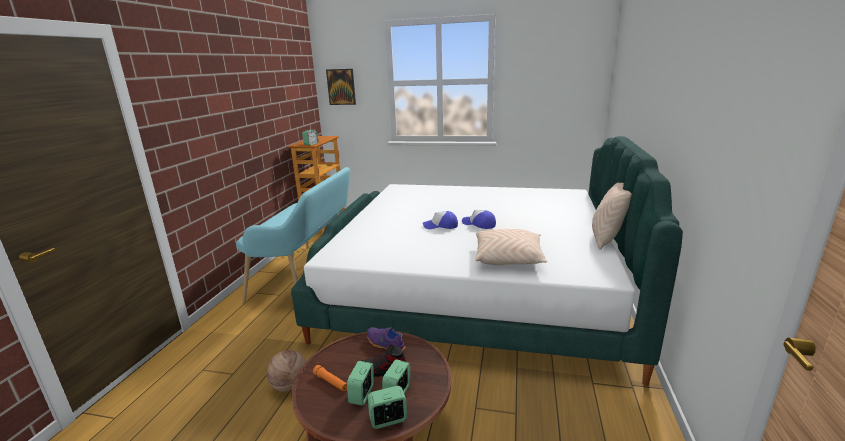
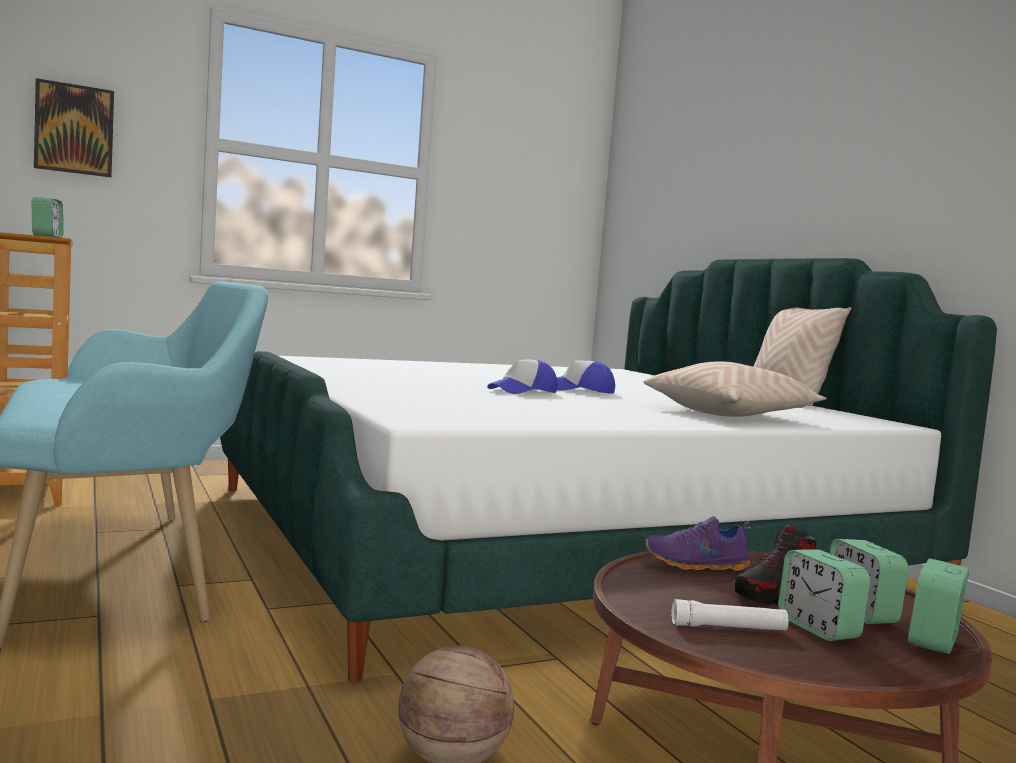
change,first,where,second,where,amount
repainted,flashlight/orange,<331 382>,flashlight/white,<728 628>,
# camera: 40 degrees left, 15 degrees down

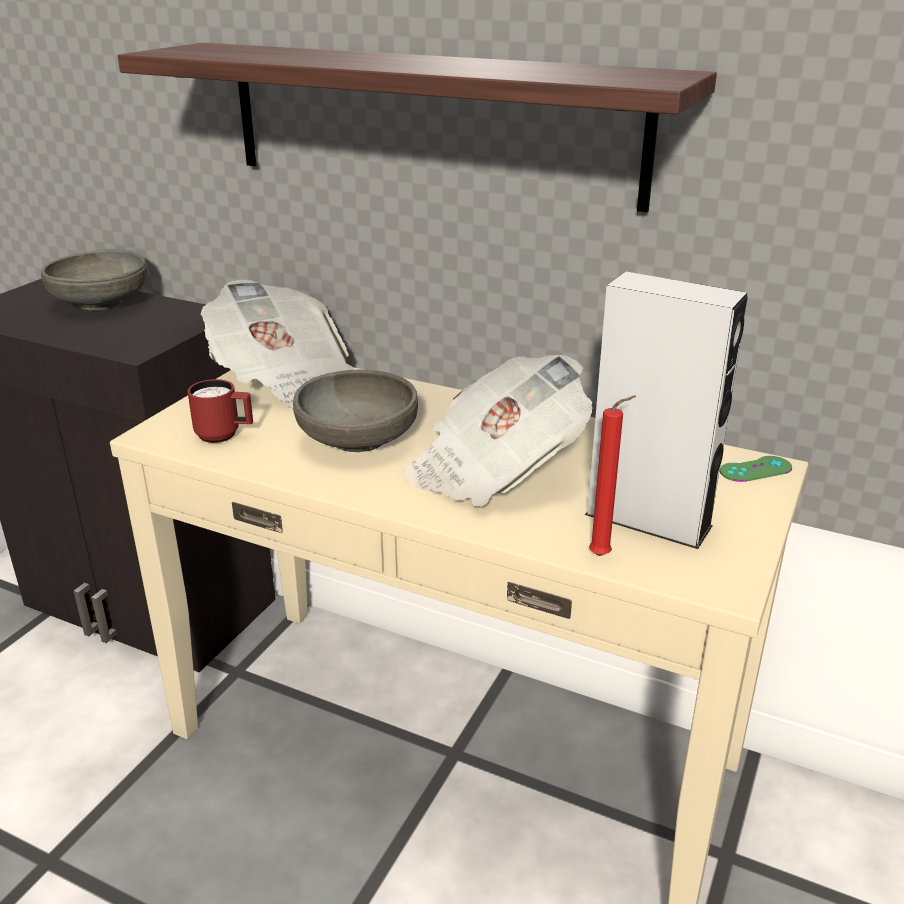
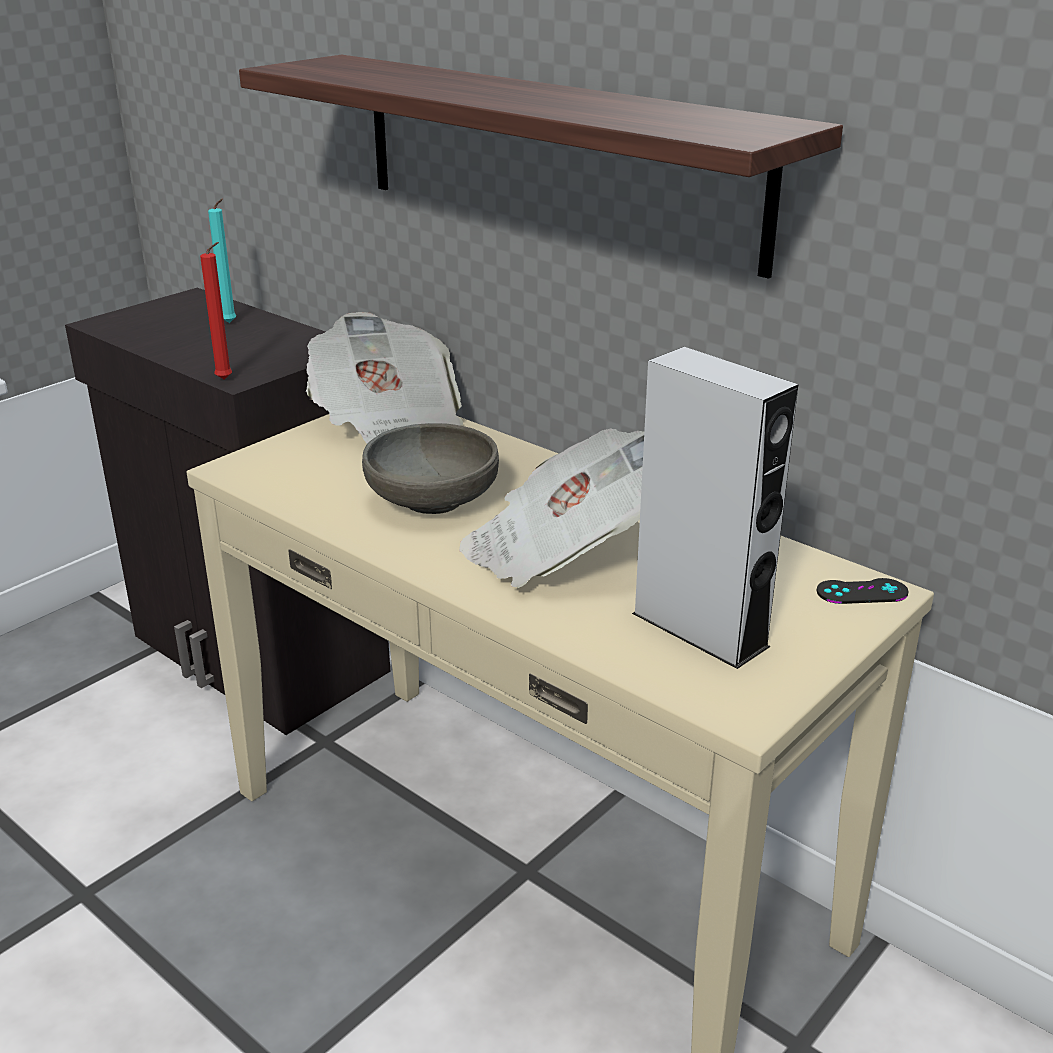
change,first,where,second,where,amount
gone,mug/red,<225 435>,,,
shifted,candle/red,<603 556>,,<226 380>,
swapped,bowl/grey,<101 303>,candle/turquoise,<230 323>,
repainted,game controller/green,<755 469>,game controller/black,<862 592>,
# camera: 15 degrees right, 0 degrees up

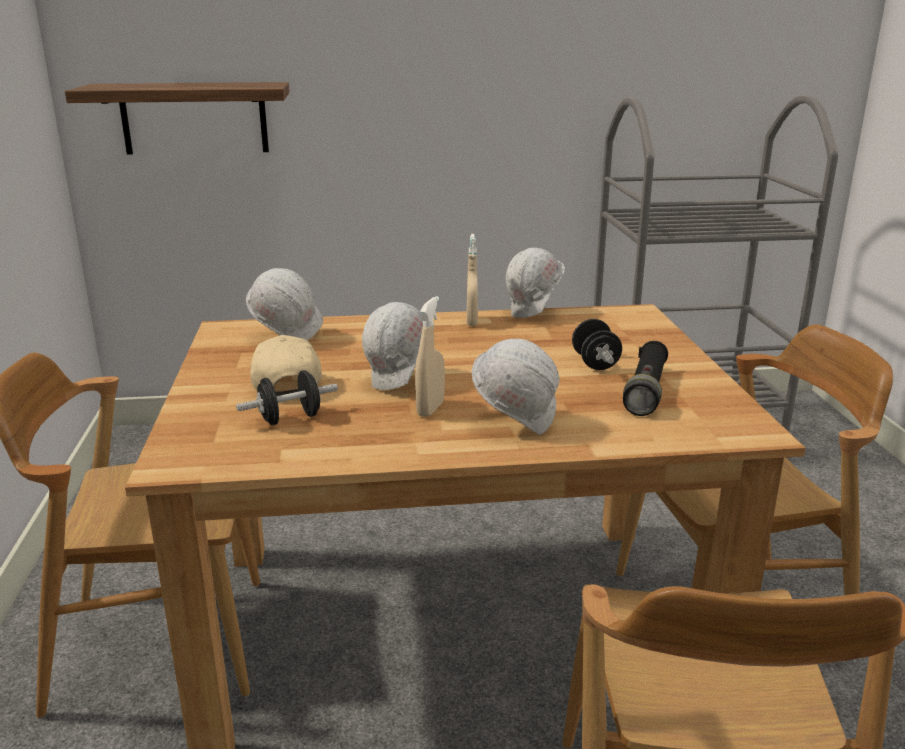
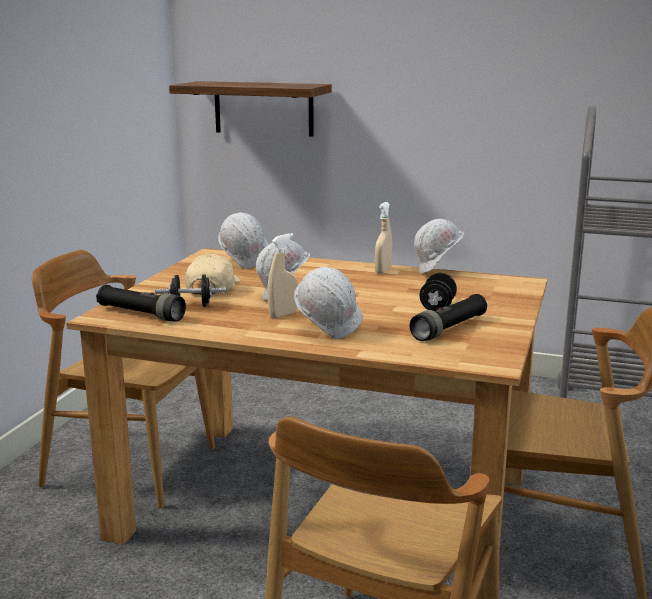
change,first,where,second,where,amount
new,,,flashlight/black,<141 314>,
# camera: 25 degrees right, 5 degrees down

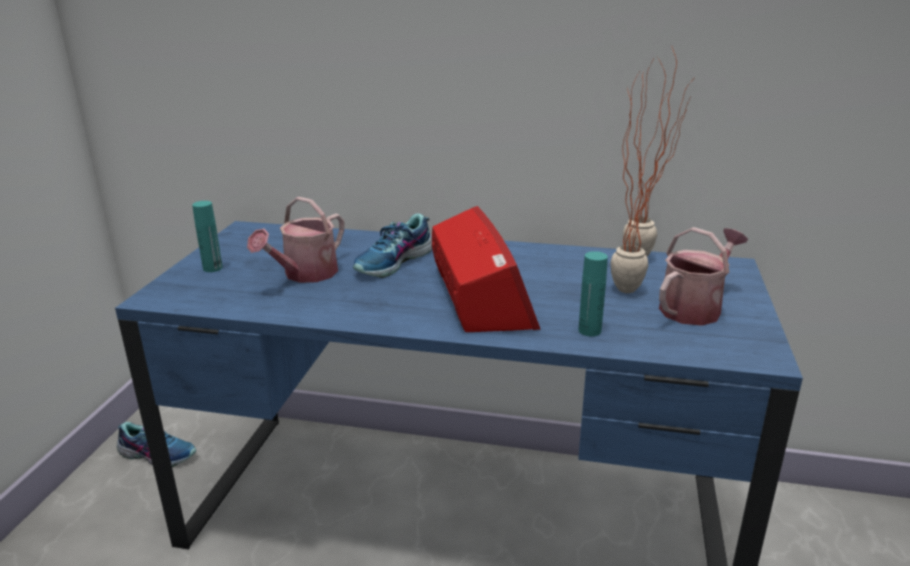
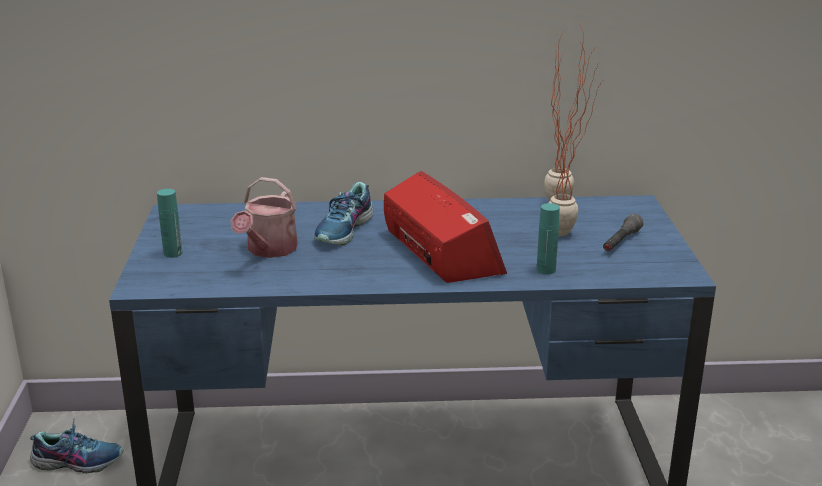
change,first,where,second,where,amount
swapped,watering can,<695 307>,flashlight/grey,<620 242>,
# camera: 15 degrees left, 0 degrees up

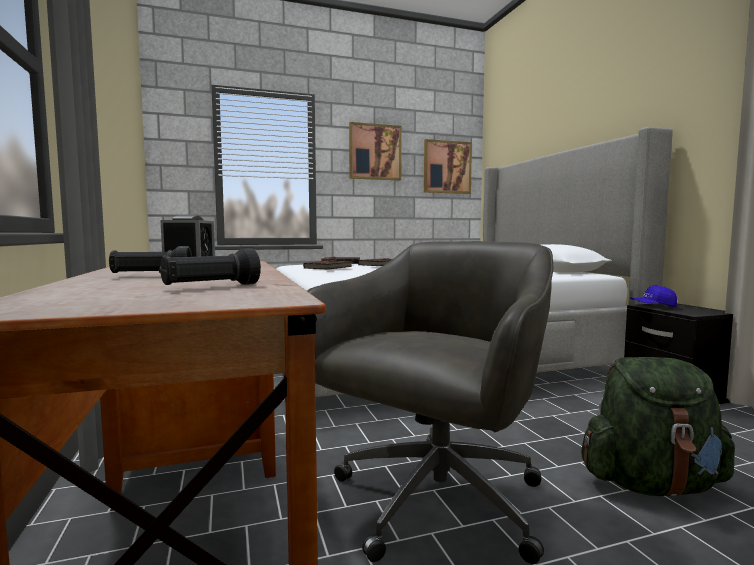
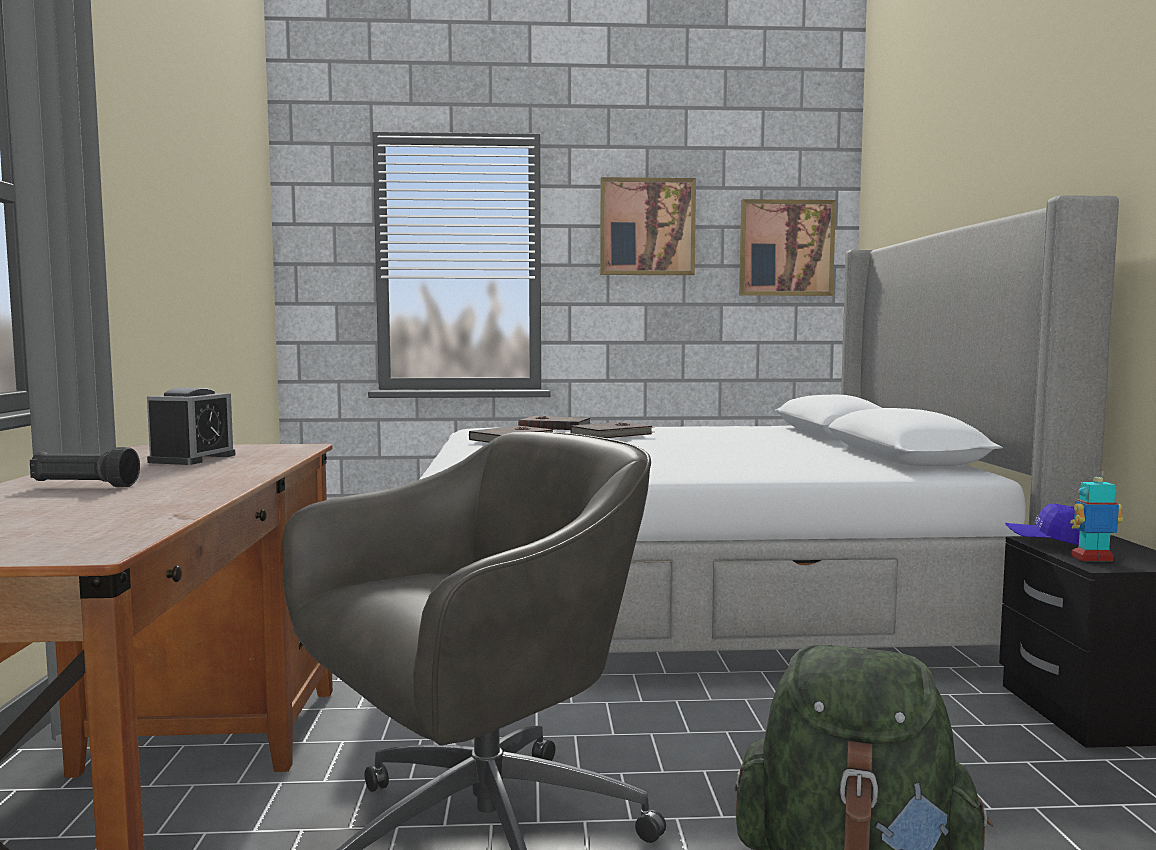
change,first,where,second,where,amount
gone,flashlight/black,<211 287>,,,
new,,,toy robot,<1092 559>,
# camera: 15 degrees right, 0 degrees up

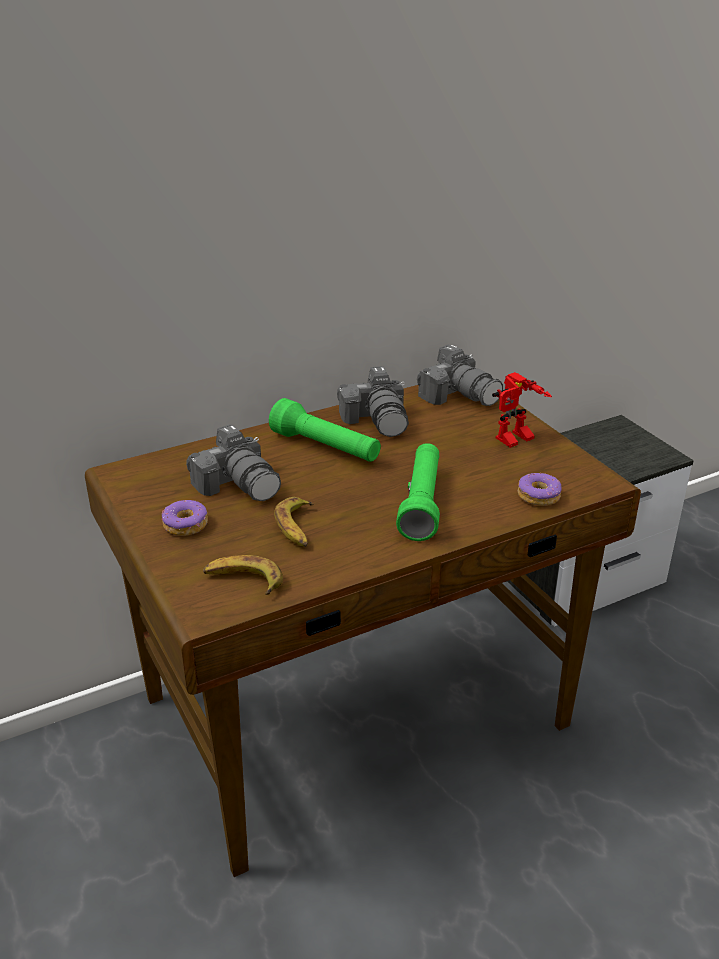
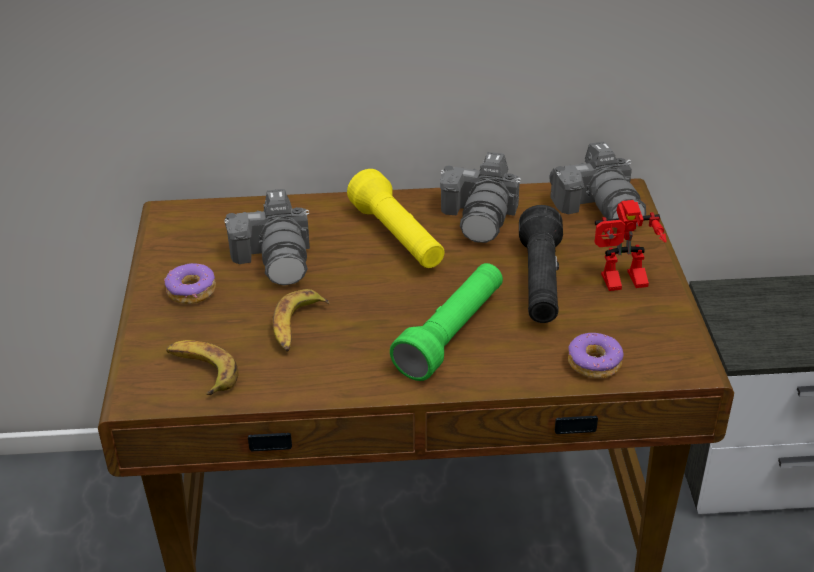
change,first,where,second,where,amount
new,,,flashlight/black,<540 283>,
repainted,flashlight/green,<325 448>,flashlight/yellow,<398 237>,
# camera: 25 degrees right, 5 degrees up

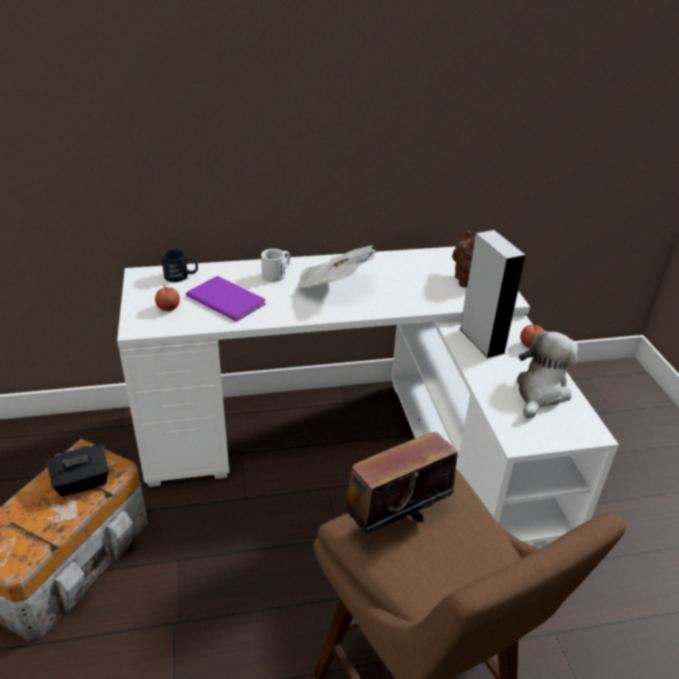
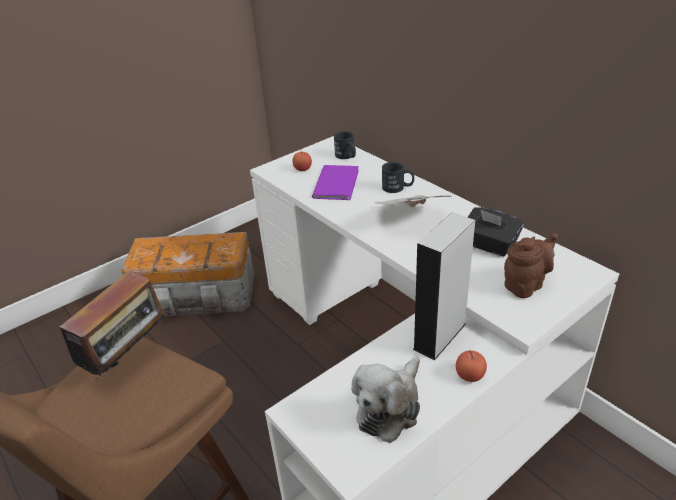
change,first,where,second,where,amount
shifted,tissue box/black,<82 483>,,<489 245>,
repainted,mug/white,<277 274>,mug/black,<398 188>,
rotated,radio,<394 520>,,<130 357>,90 degrees clockwise
rotated,plush toy,<540 392>,,<389 407>,120 degrees clockwise
# camera: 65 degrees right, 0 degrees up

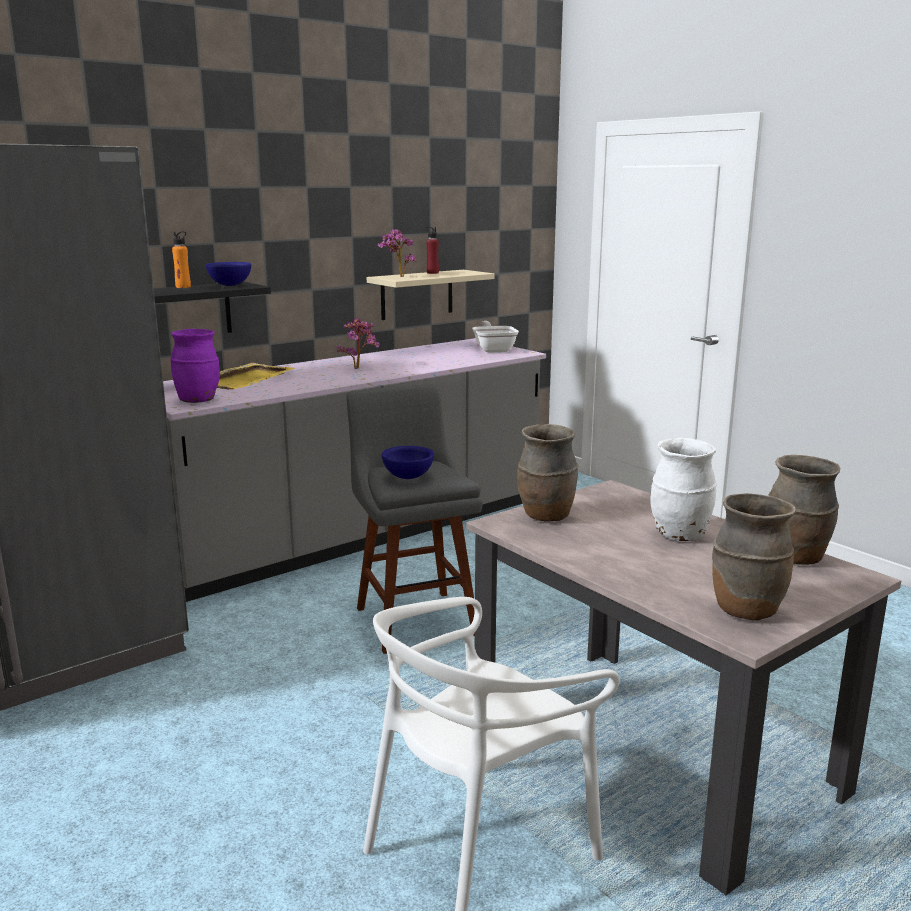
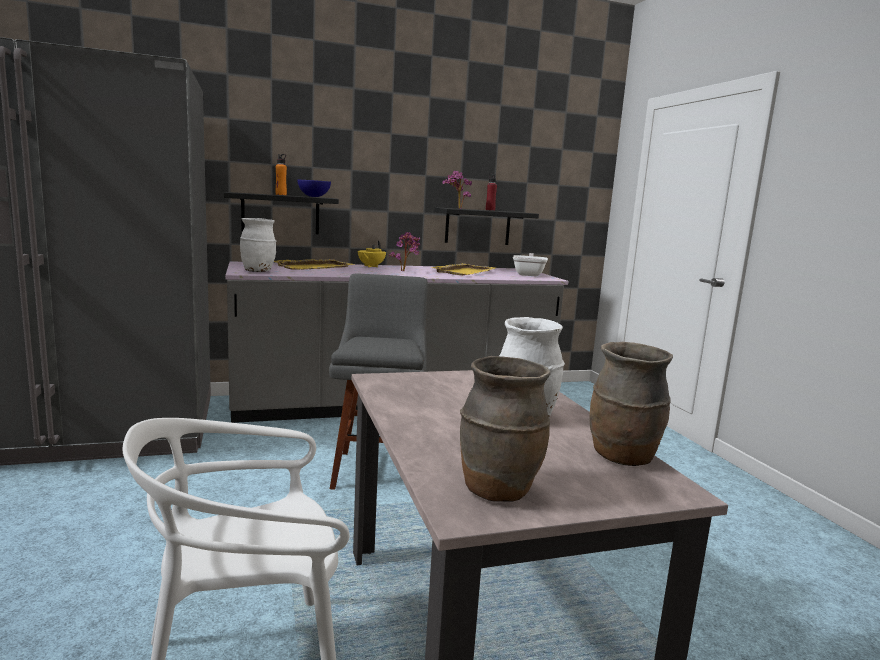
change,first,where,second,where,amount
gone,bowl/blue,<408 477>,,,
gone,vase/brown,<546 516>,,,
new,,,teapot/yellow,<370 266>,
new,,,tray/yellow,<465 272>,
repainted,vase/purple,<198 400>,vase/white,<258 271>,
repainted,shelf/beige,<417 294>,shelf/black,<477 226>,
# camera: 20 degrees right, 5 degrees down

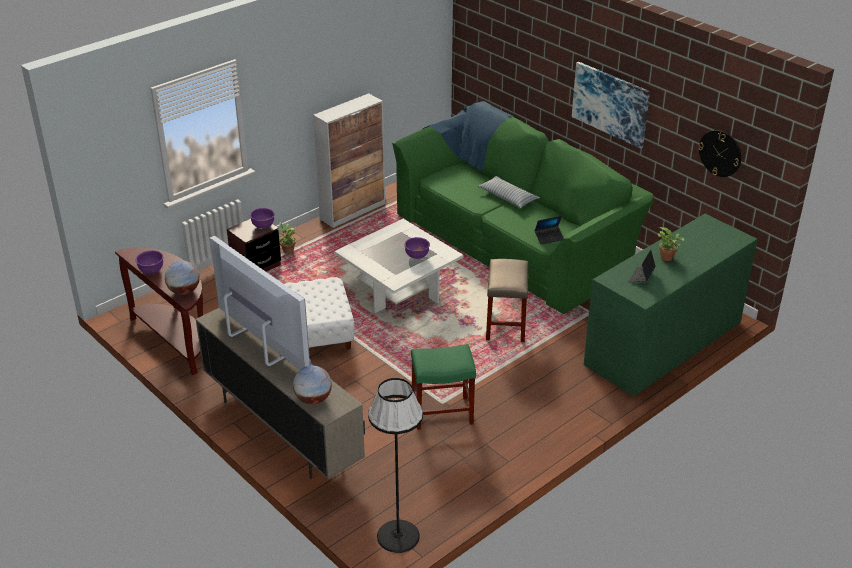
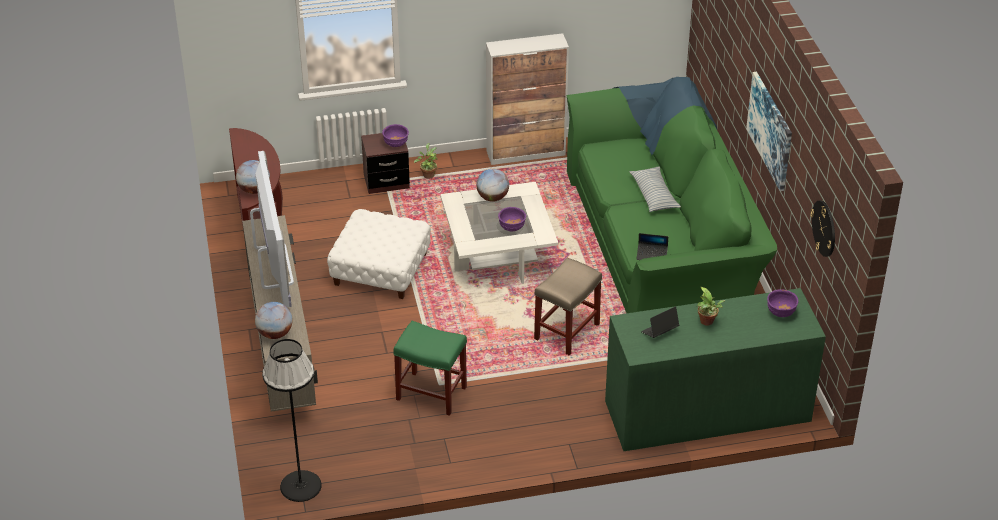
change,first,where,second,where,amount
new,,,globe,<492 197>,
shifted,bowl/purple,<151 271>,,<780 313>,
# camera: 30 degrees right, 5 degrees up

